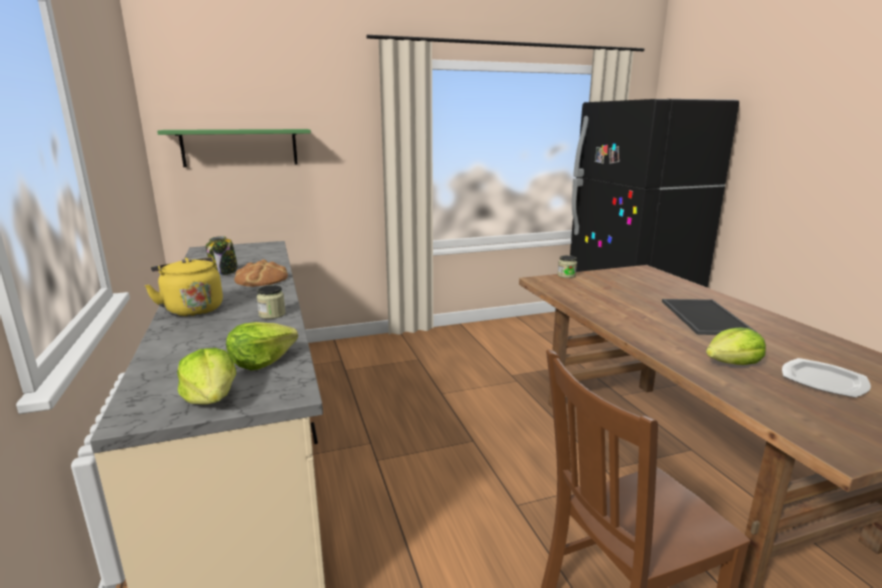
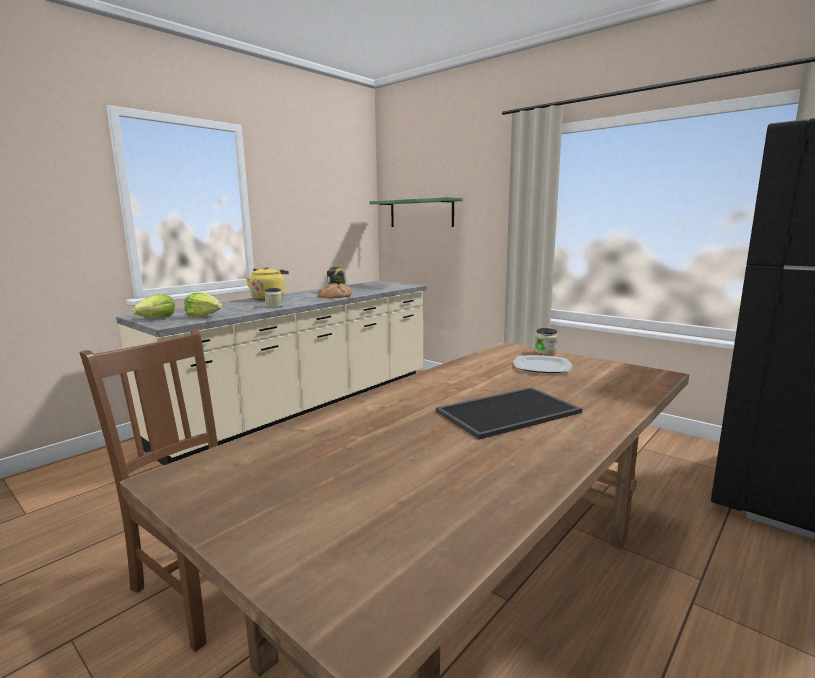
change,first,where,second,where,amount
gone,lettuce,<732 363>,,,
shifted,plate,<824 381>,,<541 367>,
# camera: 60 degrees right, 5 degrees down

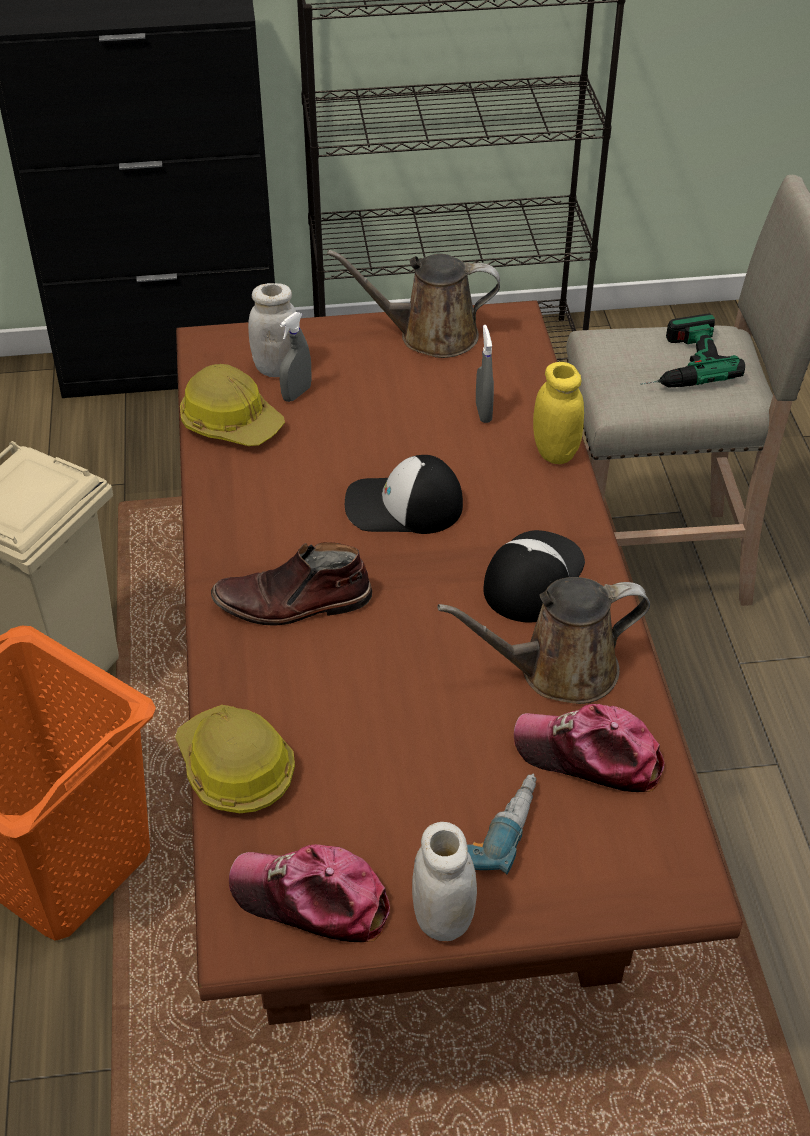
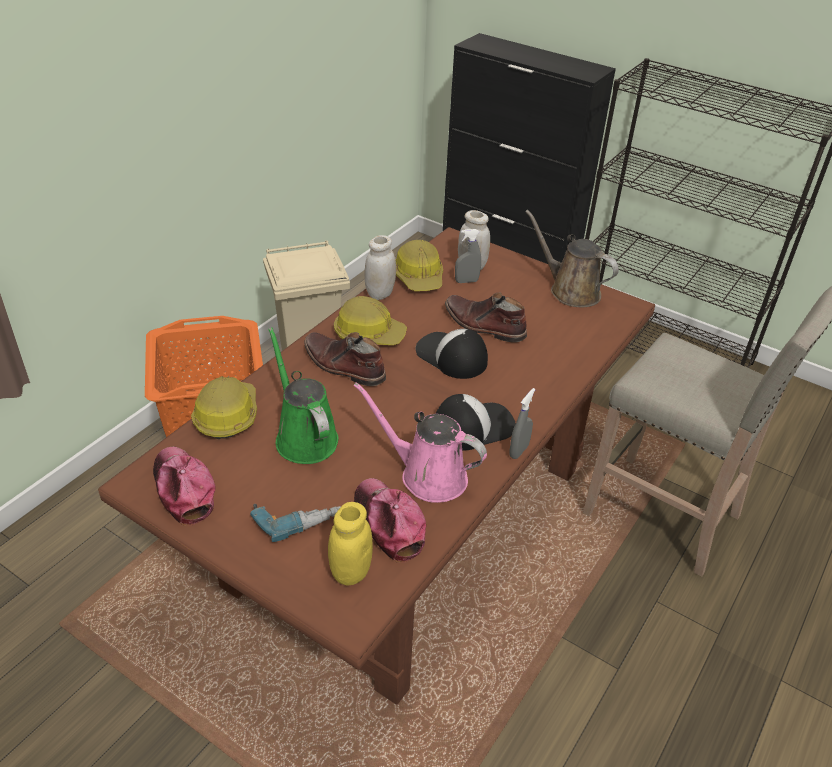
change,first,where,second,where,amount
gone,power drill,<677 363>,,,
new,,,watering can/green,<304 436>,
new,,,hard hat,<368 334>,
new,,,boot/brown,<483 325>,
shifted,jar/white,<443 919>,,<380 293>,
shifted,spray bottle/grey,<483 412>,,<519 451>,
shifted,jar/yellow,<555 452>,,<350 572>,
repainted,watering can/brown,<558 670>,watering can/pink,<427 475>,
# camera: 40 degrees right, 5 degrees down

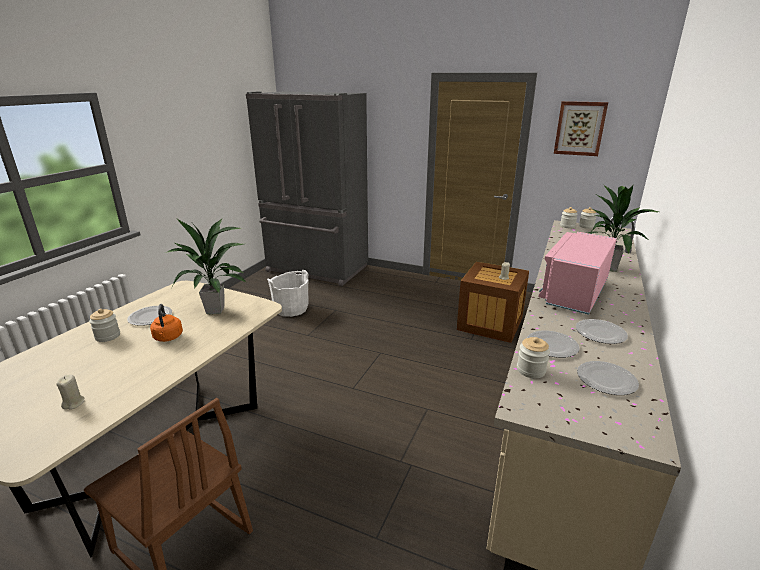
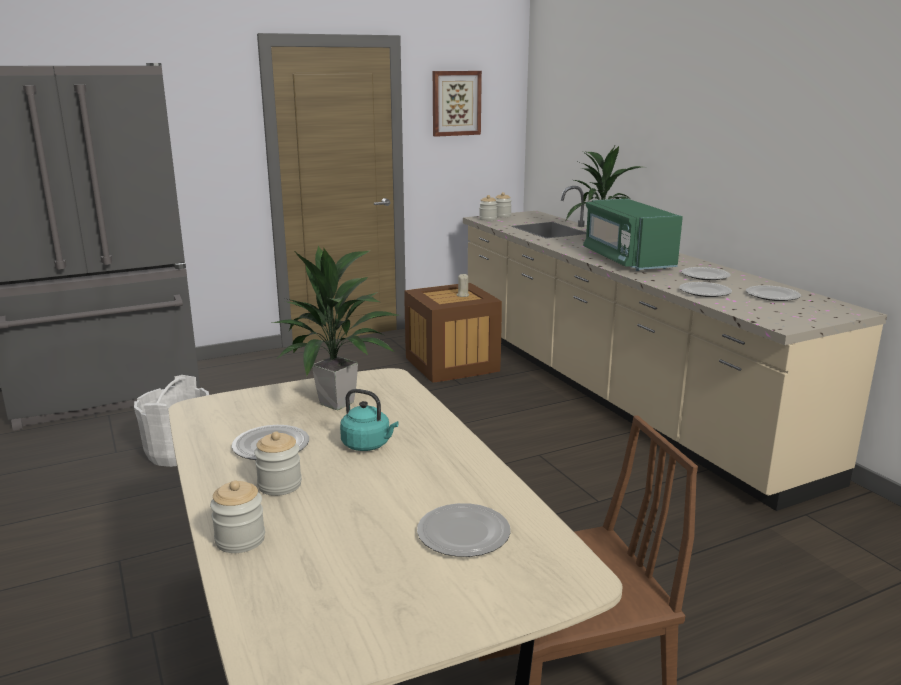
change,first,where,second,where,amount
shifted,jar,<531 370>,,<240 540>,
swapped,candle/beige,<74 403>,plate,<465 533>,
repainted,kettle/orange,<168 338>,kettle/turquoise,<368 445>,
repainted,microwave/pink,<574 293>,microwave/green,<627 260>,
# camera: 50 degrees left, 5 degrees down

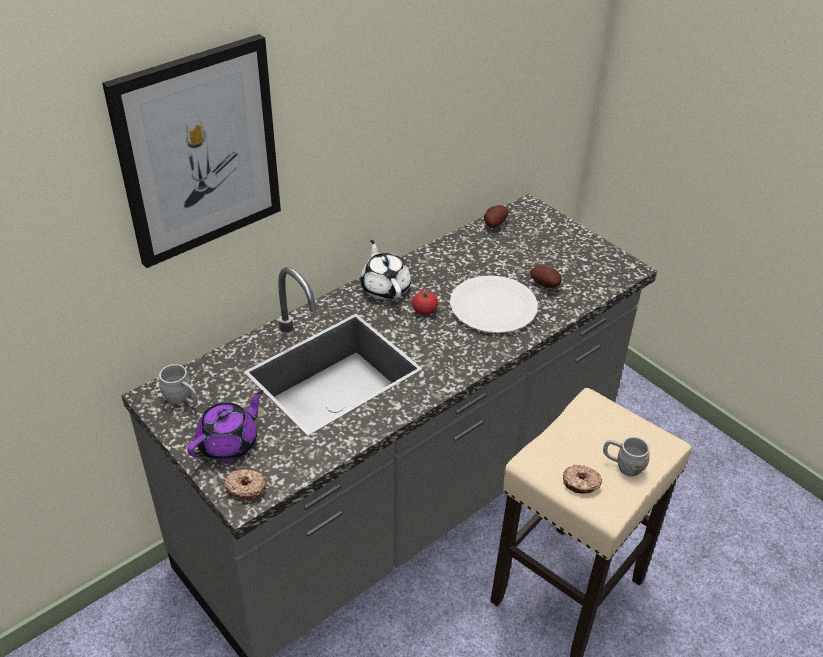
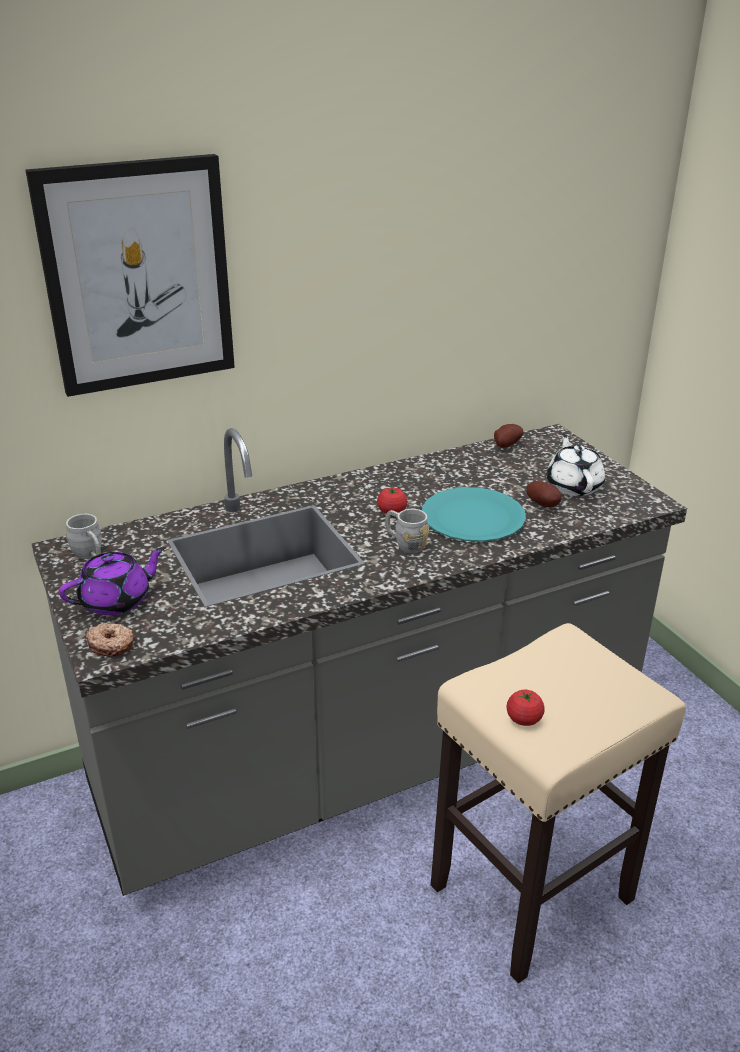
change,first,where,second,where,amount
shifted,teapot/white,<385 287>,,<573 486>,
shifted,mug/grey,<623 465>,,<405 544>,
swapped,donut,<581 483>,tomato,<524 719>,
repainted,plate/white,<493 307>,plate/turquoise,<473 517>,
# camera: 15 degrees right, 10 degrees down

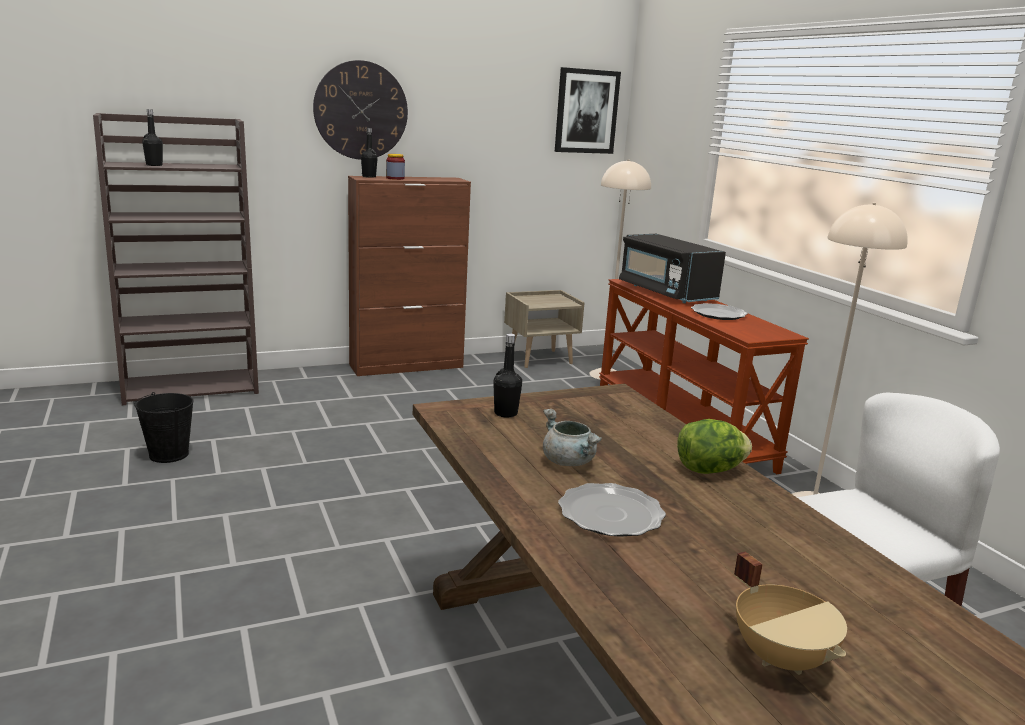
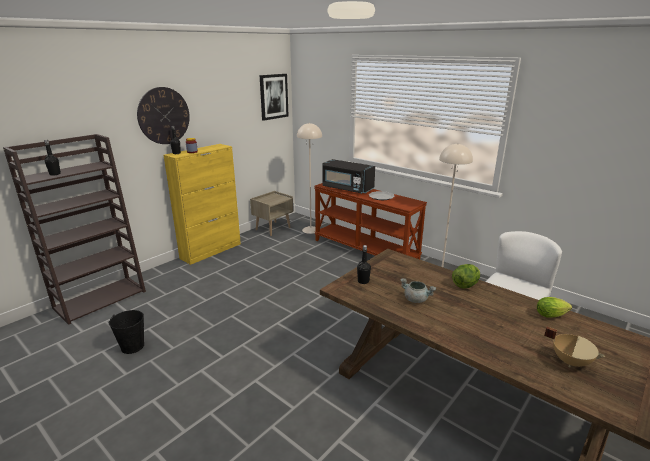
change,first,where,second,where,amount
gone,plate,<611 514>,,,
new,,,lettuce,<552 315>,
repainted,cabinet/brown,<407 366>,cabinet/yellow,<211 251>,
# camera: 25 degrees left, 5 degrees up

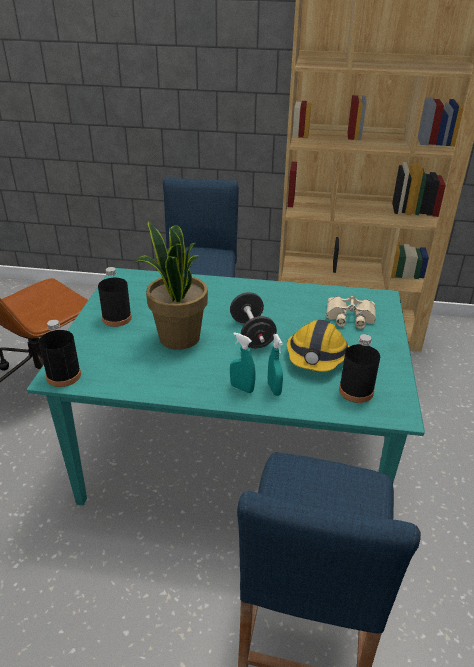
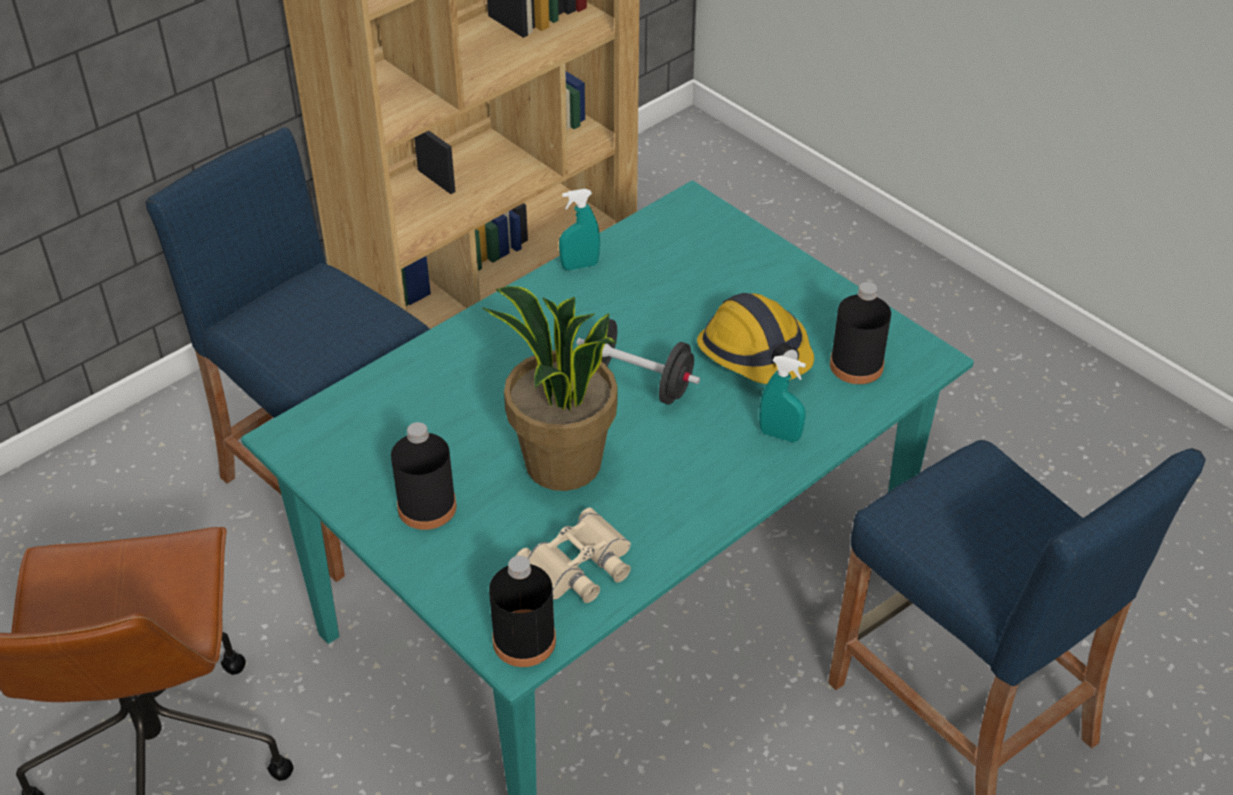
change,first,where,second,where,amount
shifted,spray bottle/turquoise,<242 388>,,<579 266>,
shifted,binoculars/beige,<350 317>,,<580 566>,
# camera: 50 degrees left, 10 degrees up

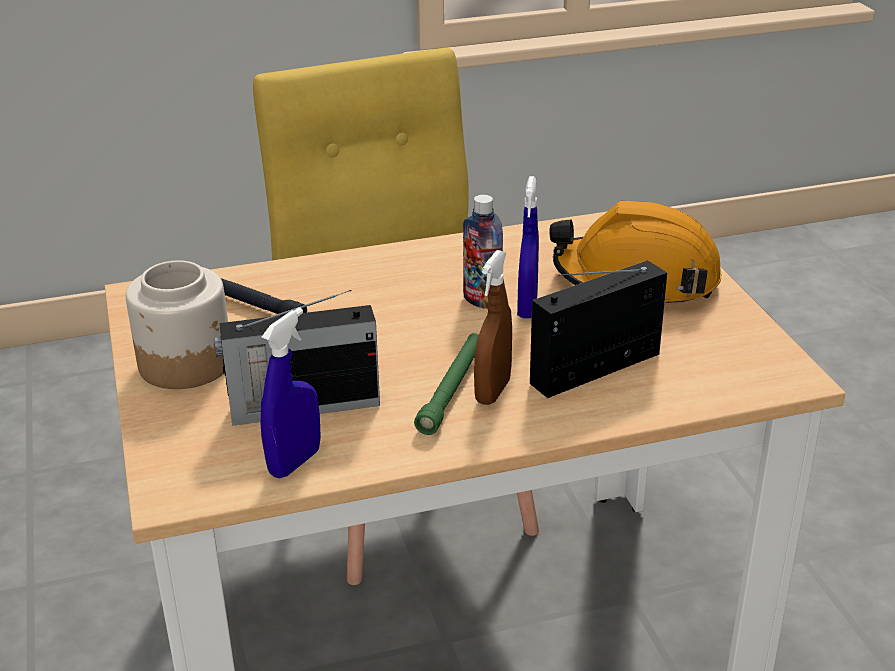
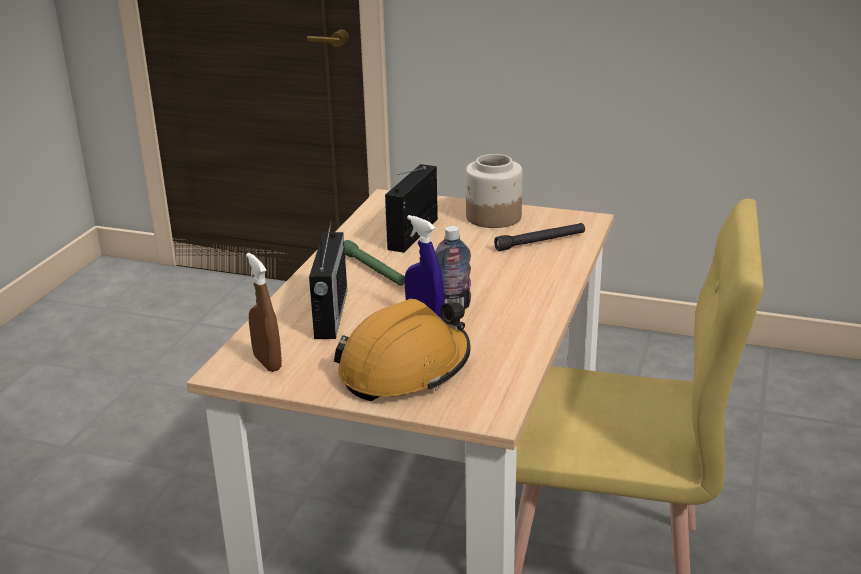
change,first,where,second,where,amount
gone,spray bottle/blue,<294 462>,,,
shifted,spray bottle/brown,<493 391>,,<267 363>,
# camera: 125 degrees right, 5 degrees down

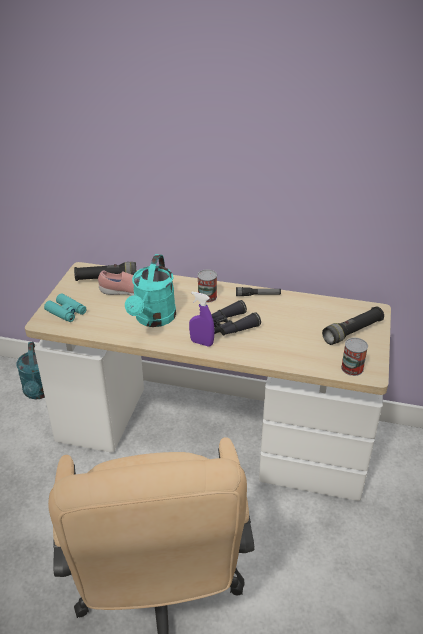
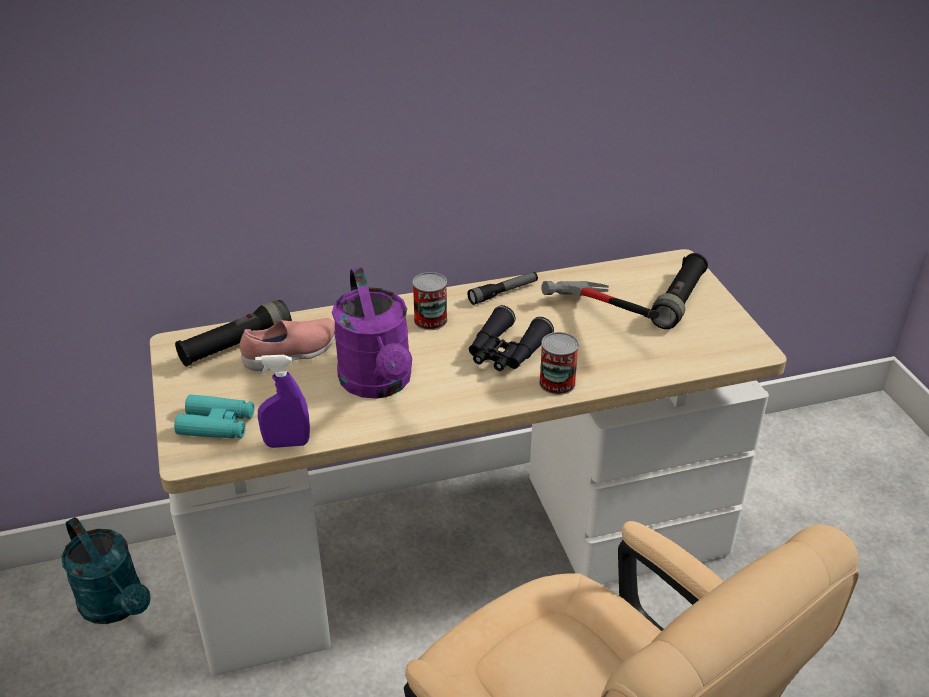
change,first,where,second,where,amount
new,,,hammer,<596 322>,
shifted,spray bottle/purple,<201 343>,,<287 443>,
shifted,can,<352 368>,,<557 383>,
repainted,watering can/turquoise,<153 319>,watering can/purple,<379 384>,
# camera: 30 degrees left, 0 degrees up

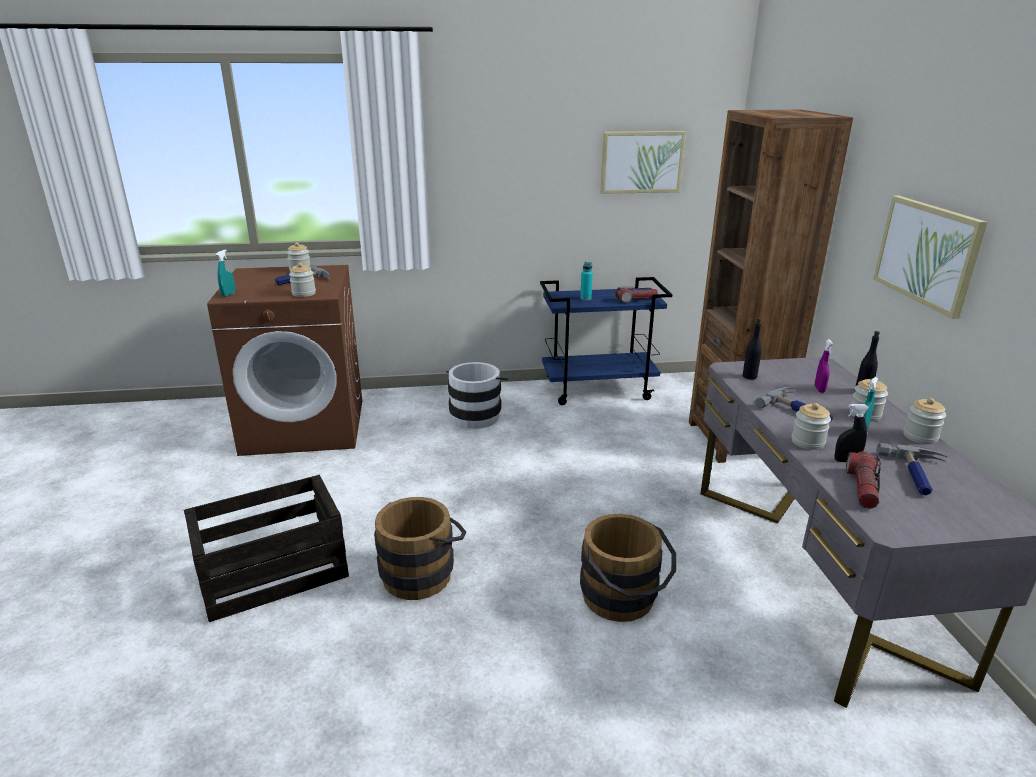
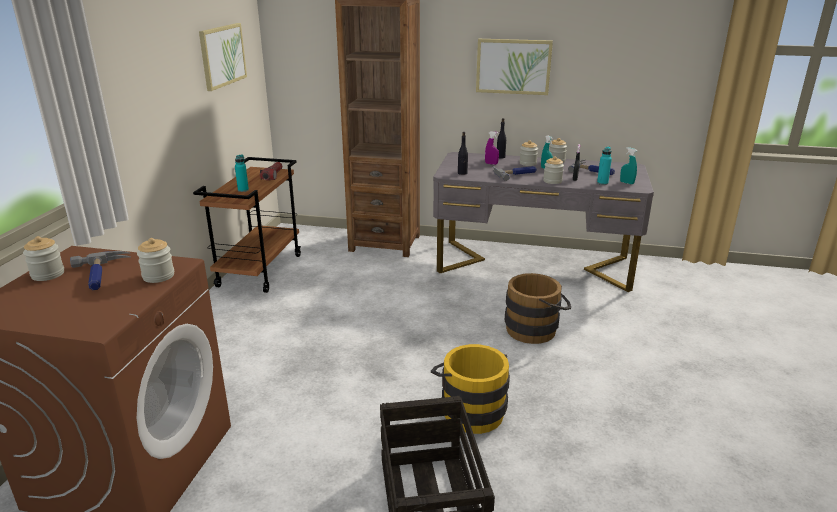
change,first,where,second,where,amount
gone,bucket/white,<476 414>,,,
shifted,spray bottle/turquoise,<228 294>,,<627 183>,
swapped,flashlight,<862 488>,bottle/turquoise,<602 183>,
repainted,bucket/brown,<422 572>,bucket/yellow,<470 409>,
repainted,cart/blue,<599 389>,cart/brown,<259 270>,
# camera: 70 degrees left, 0 degrees up

